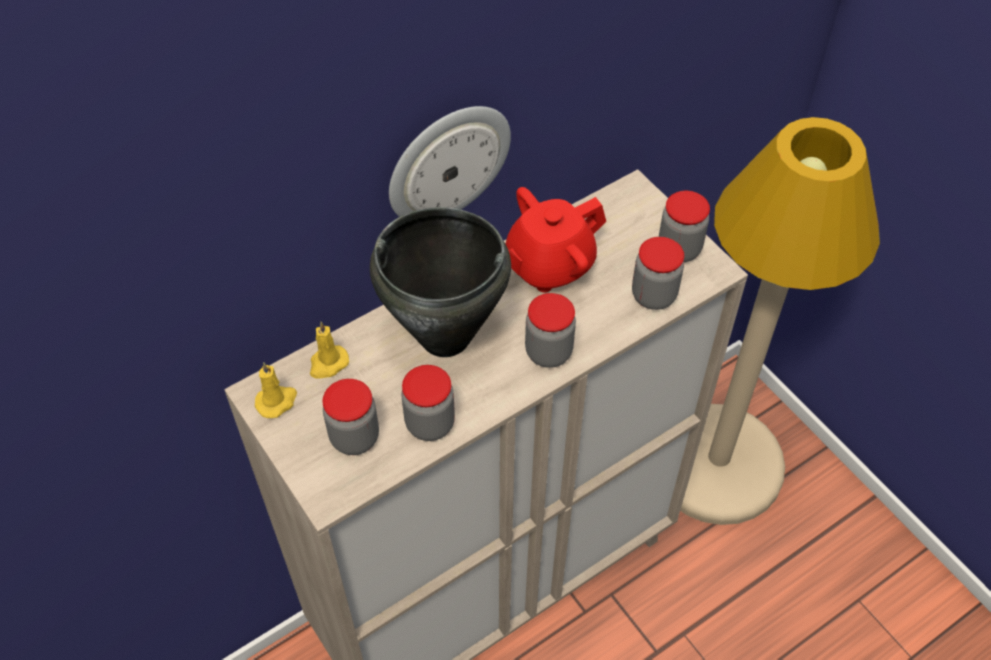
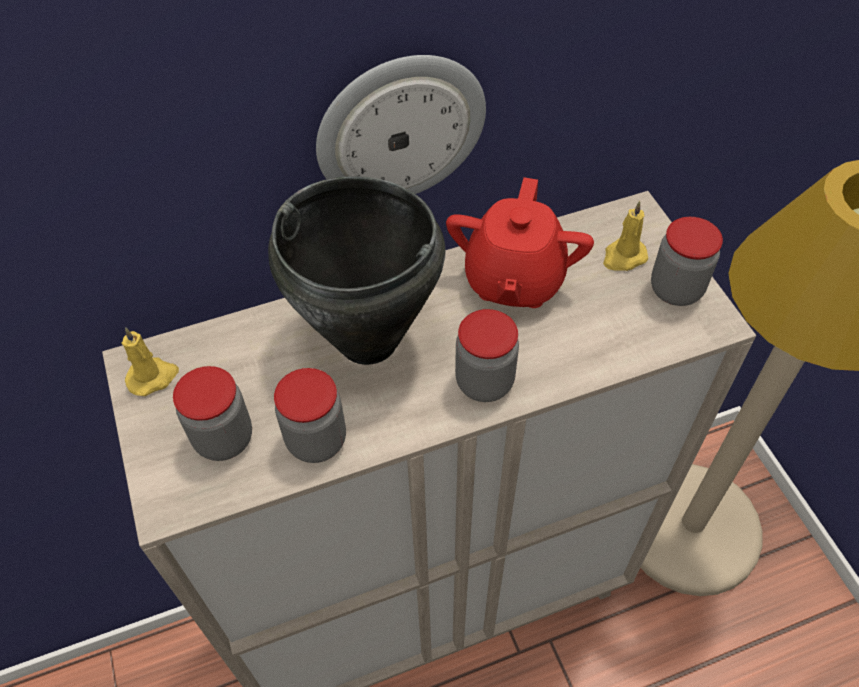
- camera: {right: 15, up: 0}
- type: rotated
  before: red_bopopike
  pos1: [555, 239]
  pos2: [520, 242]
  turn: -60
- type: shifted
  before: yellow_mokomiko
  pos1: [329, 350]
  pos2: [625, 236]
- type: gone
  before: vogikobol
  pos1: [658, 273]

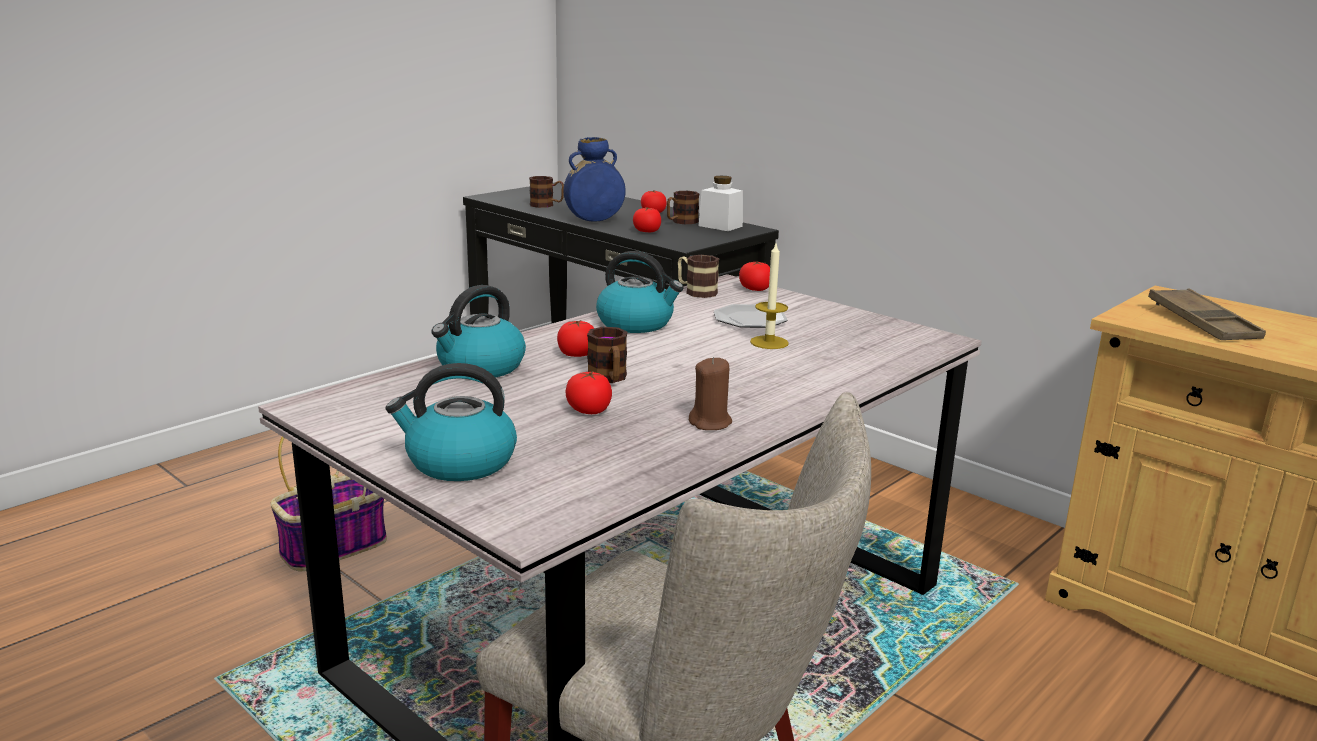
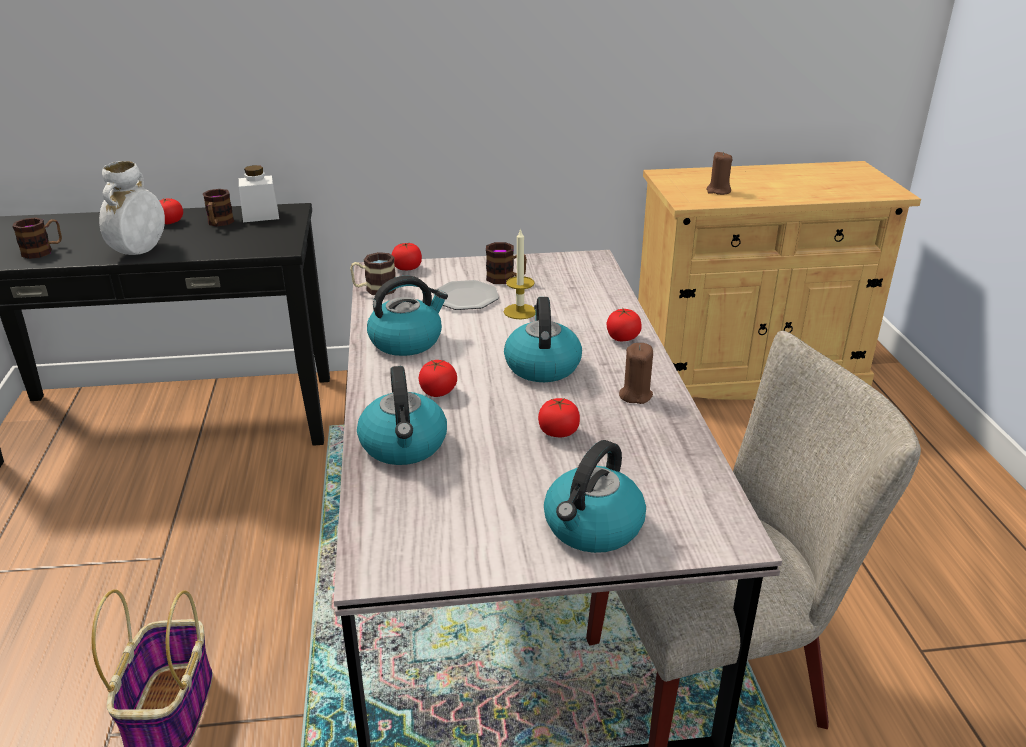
- camera: {right: -50, up: 10}
- type: repainted
  before: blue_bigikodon
  after: white_bigikodon
  pos1: [594, 179]
  pos2: [132, 208]
- type: shifted
  before: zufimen
  pos1: [607, 355]
  pos2: [506, 263]
- type: new
  after: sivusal
  pos2: [543, 339]
- type: shifted
  before: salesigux
  pos1: [647, 219]
  pos2: [624, 325]
- type: swapped
  before: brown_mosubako
  after: brown_mokomiko
  pos1: [1207, 314]
  pos2: [719, 173]

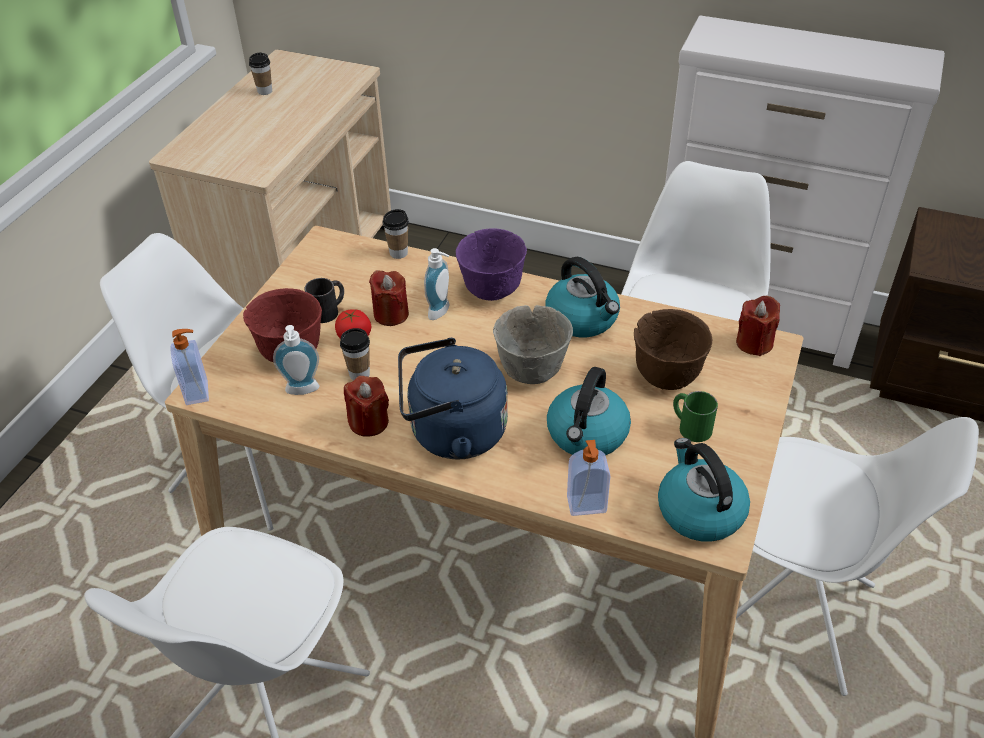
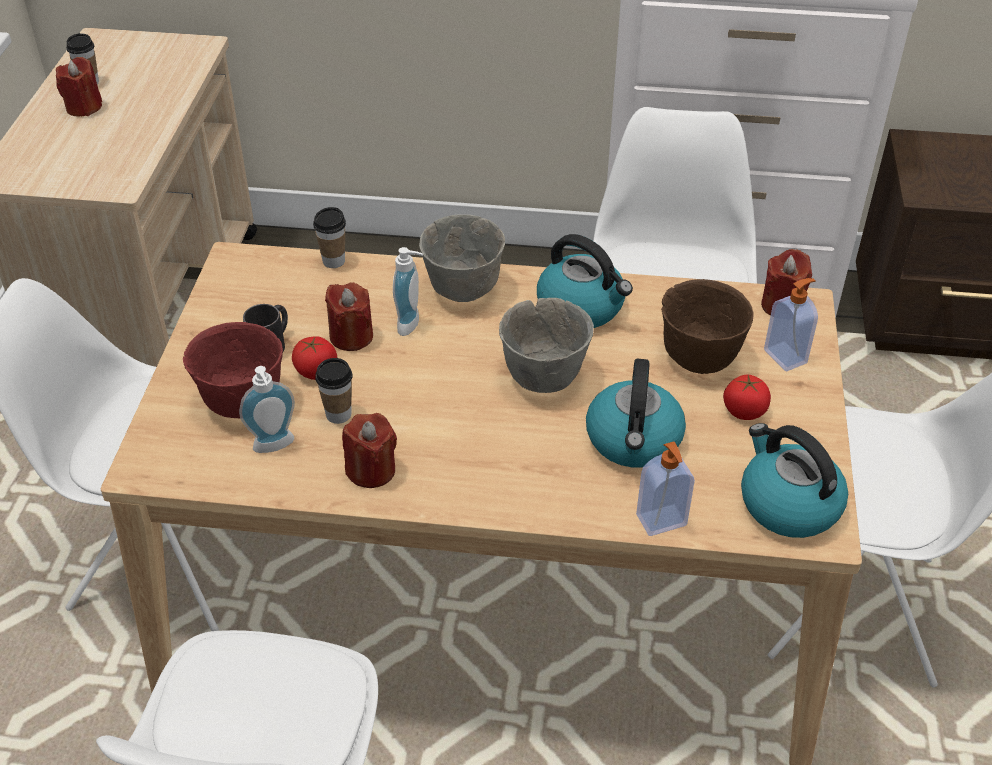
- camera: {right: -15, up: 0}
- type: new
  after: red_mokomiko
  pos2: [79, 86]
- type: repainted
  before: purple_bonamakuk
  after: grey_bonamakuk
  pos1: [491, 264]
  pos2: [462, 258]
- type: swapped
  before: green_zufimen
  after: salesigux
  pos1: [695, 416]
  pos2: [747, 397]
- type: shifted
  before: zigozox
  pos1: [190, 367]
  pos2: [791, 324]
- type: gone
  before: blue_sivusal
  pos1: [453, 398]

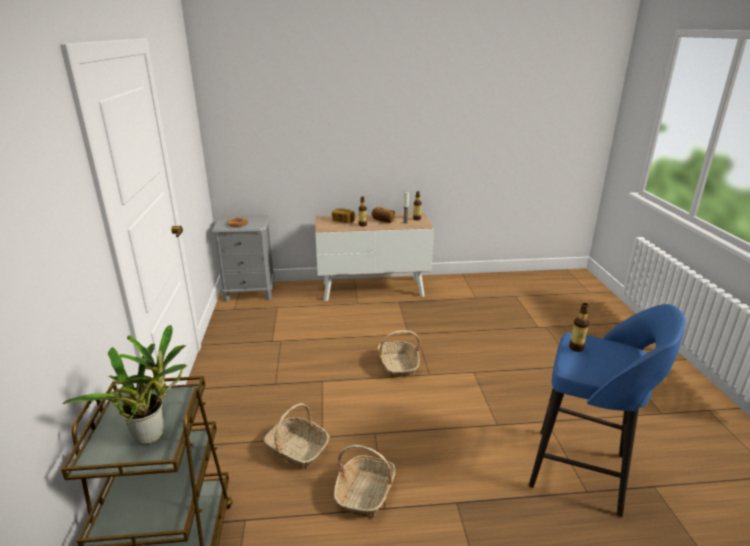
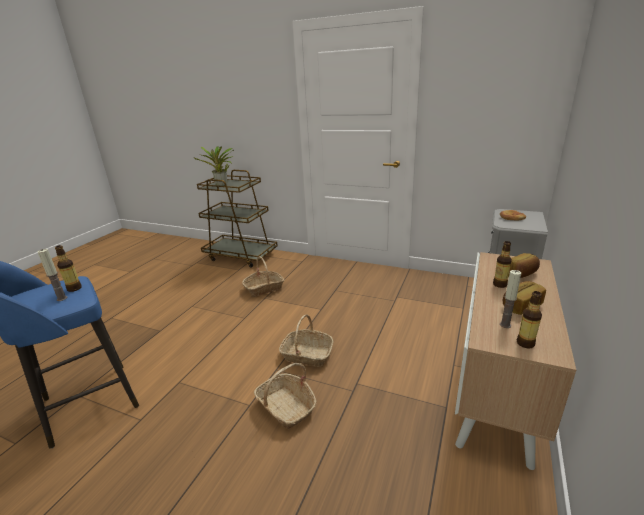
- camera: {right: 120, up: 0}
- type: new
  after: mokomiko
  pos2: [52, 275]
- type: shifted
  before: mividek
  pos1: [365, 482]
  pos2: [285, 396]

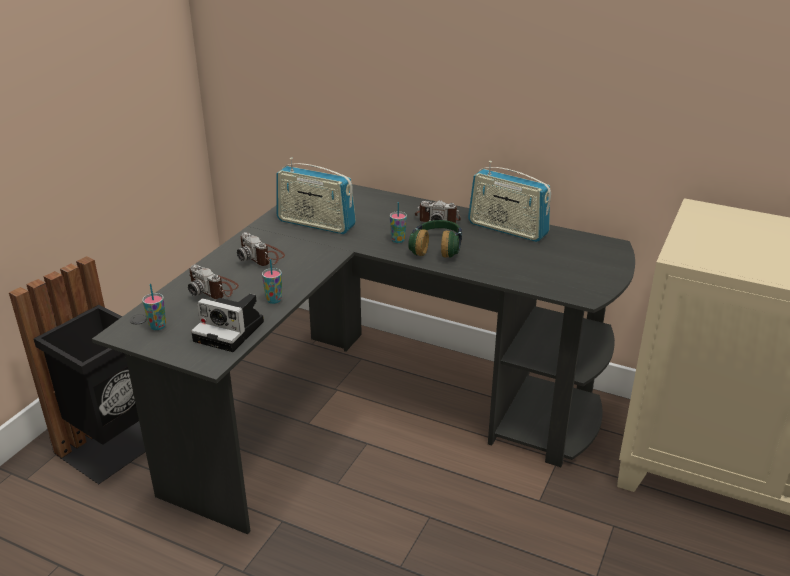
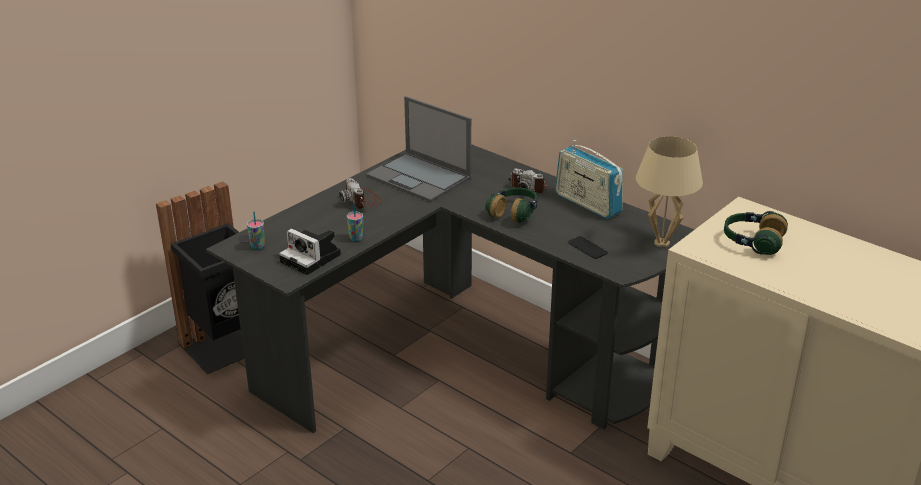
- camera: {right: 15, up: 0}
- type: swapped
  before: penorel
  after: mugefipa
  pos1: [316, 195]
  pos2: [418, 149]
- type: new
  after: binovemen
  pos2: [588, 247]
- type: new
  after: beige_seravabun
  pos2: [669, 191]
- type: new
  after: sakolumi
  pos2: [756, 233]
- type: gone
  before: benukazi
  pos1: [213, 282]
- type: gone
  before: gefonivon
  pos1: [398, 222]

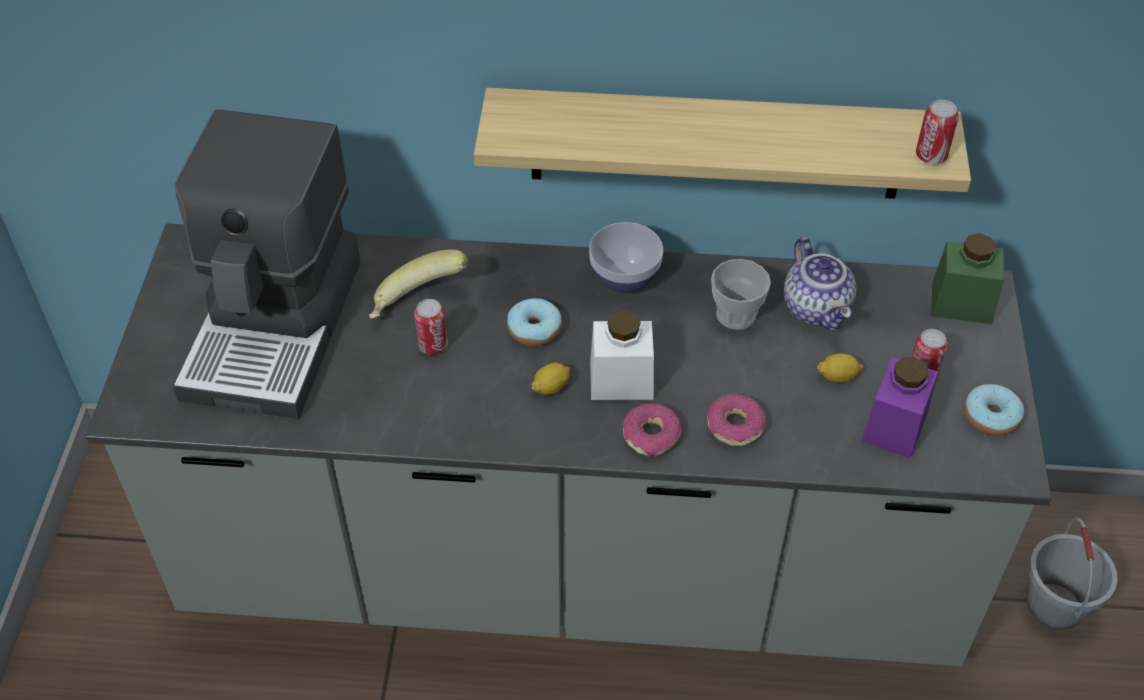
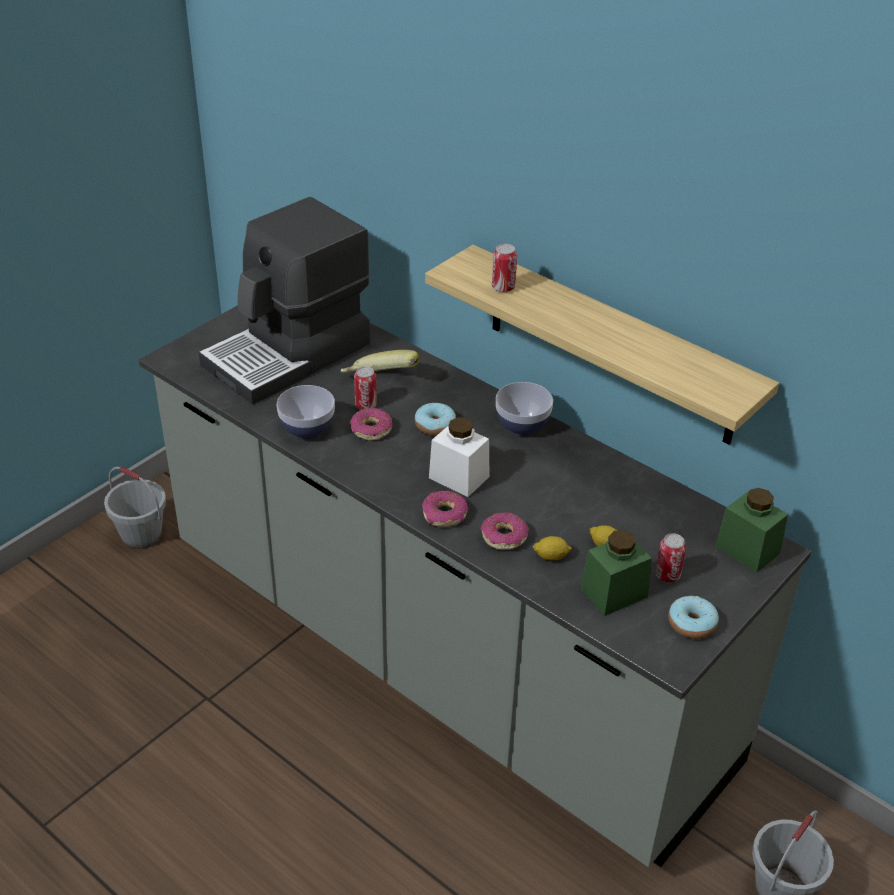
- camera: {right: 35, up: -10}
- type: new
  after: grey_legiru
  pos2: [135, 508]
- type: new
  after: bonamakuk
  pos2: [306, 412]
- type: new
  after: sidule
  pos2: [371, 424]
- type: shifted
  before: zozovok
  pos1: [937, 132]
  pos2: [504, 268]
- type: shifted
  before: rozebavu
  pos1: [551, 379]
  pos2: [552, 548]
- type: repainted
  before: purple_vogikobol
  after: green_vogikobol
  pos1: [899, 408]
  pos2: [616, 573]
- type: gone
  before: gefonivon
  pos1: [741, 294]
- type: gone
  before: bopopike
  pos1: [820, 283]

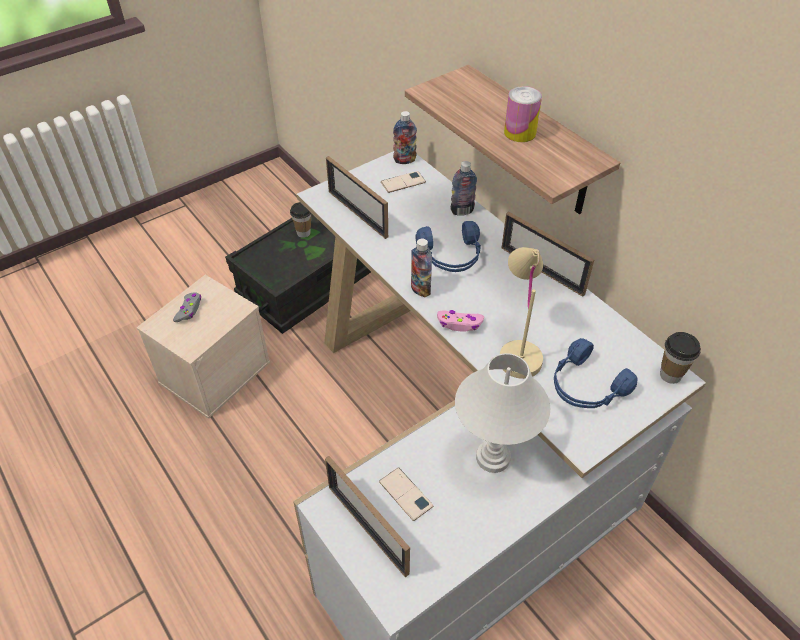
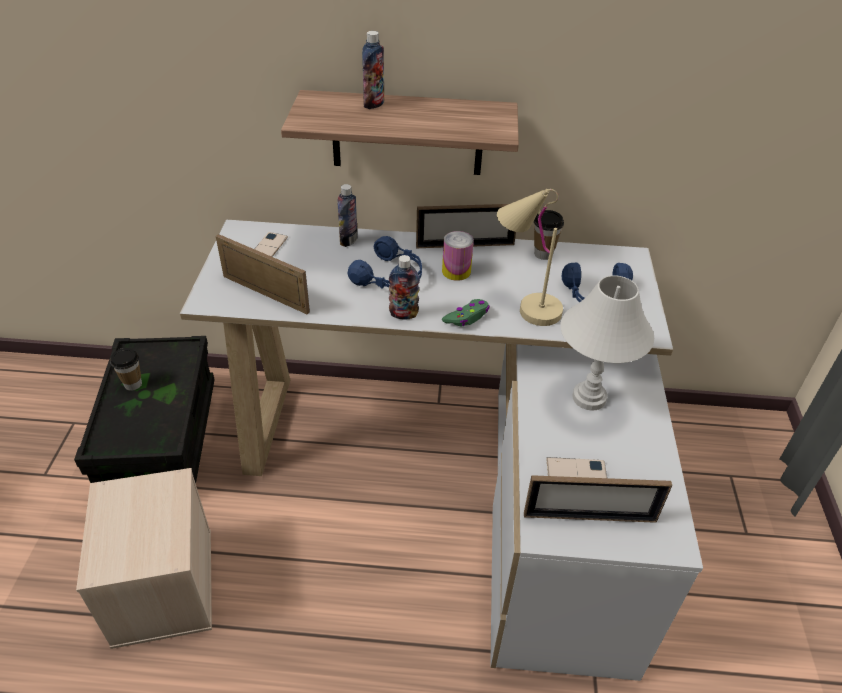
- camera: {right: -50, up: -5}
- type: rotated
  before: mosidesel
  pos1: [357, 197]
  pos2: [263, 274]
  turn: -150
- type: shifted
  before: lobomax
  pos1: [405, 137]
  pos2: [373, 70]
- type: shifted
  before: zozovok
  pos1: [523, 114]
  pos2: [458, 256]
- type: repainted
  before: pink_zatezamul
  after: green_zatezamul
  pos1: [460, 321]
  pos2: [466, 312]
- type: shifted
  before: gefonivon
  pos1: [680, 358]
  pos2: [549, 235]
- type: gone
  before: grey_zatezamul
  pos1: [187, 307]

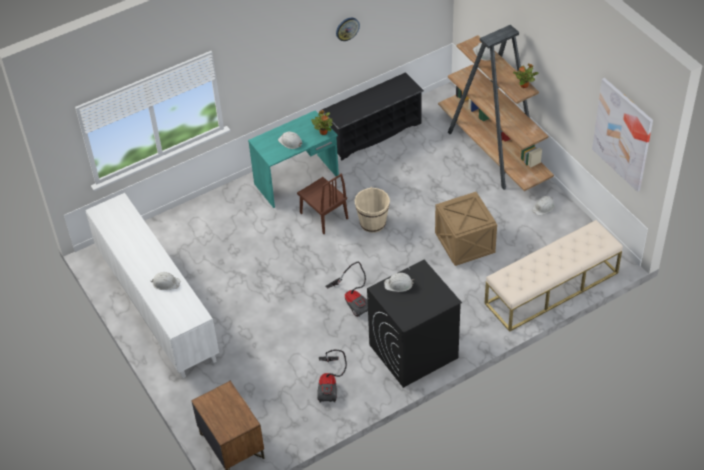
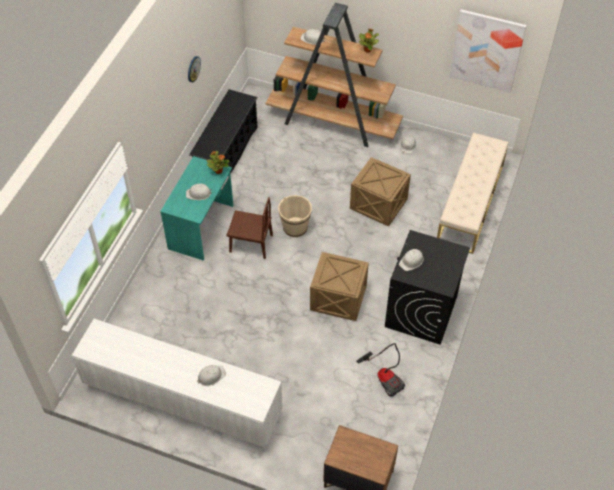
- camera: {right: -40, up: 5}
- type: swapped
  before: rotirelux
  after: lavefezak
  pos1: [346, 289]
  pos2: [339, 286]

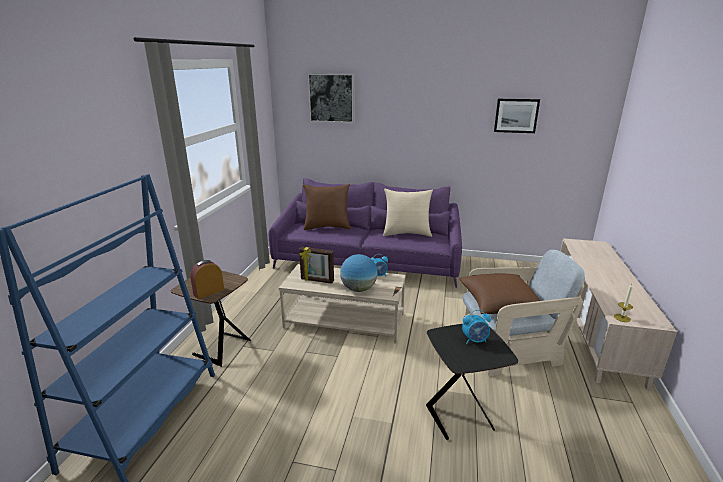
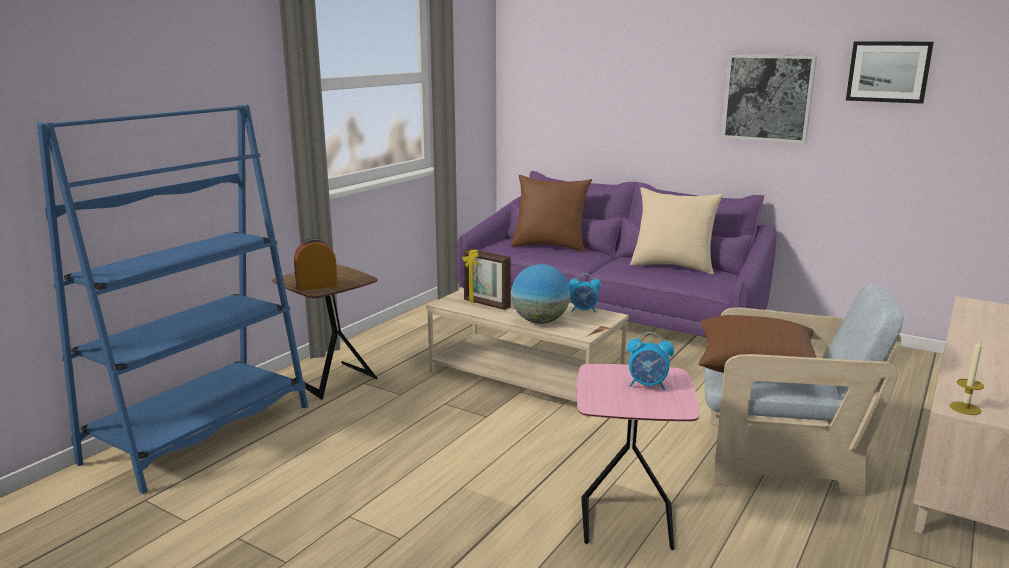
- camera: {right: 20, up: -5}
- type: repainted
  before: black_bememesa
  after: pink_bememesa
  pos1: [472, 382]
  pos2: [637, 457]
- type: shifted
  before: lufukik
  pos1: [331, 98]
  pos2: [769, 98]

